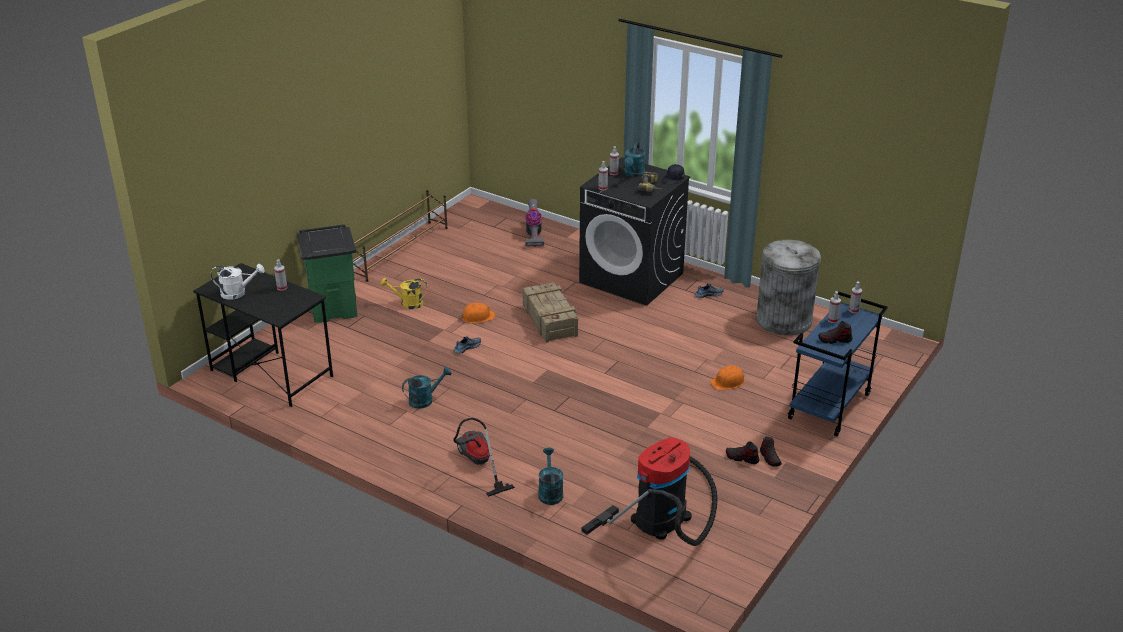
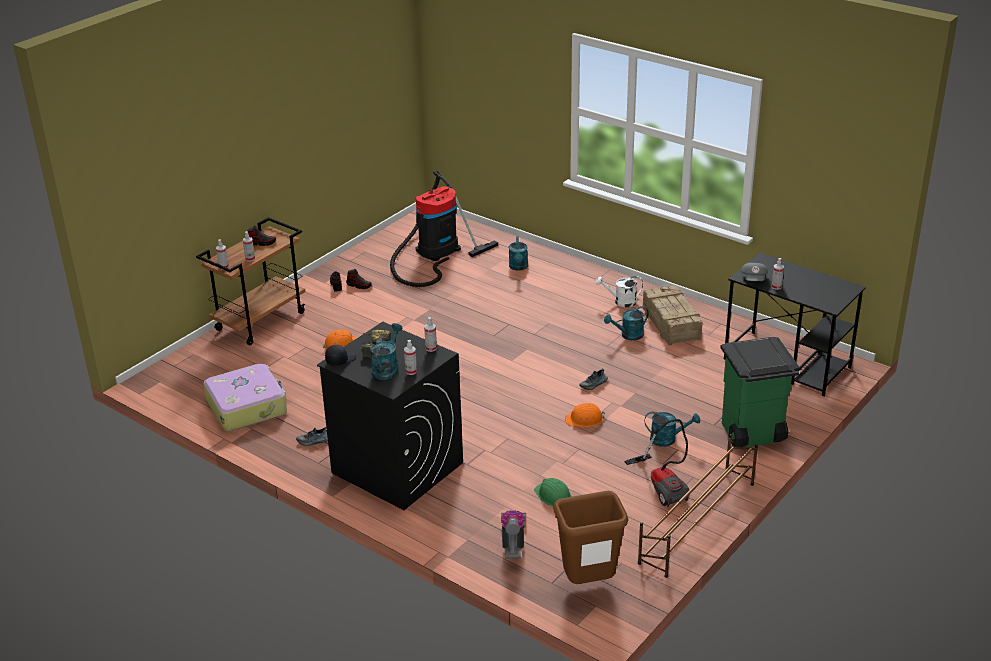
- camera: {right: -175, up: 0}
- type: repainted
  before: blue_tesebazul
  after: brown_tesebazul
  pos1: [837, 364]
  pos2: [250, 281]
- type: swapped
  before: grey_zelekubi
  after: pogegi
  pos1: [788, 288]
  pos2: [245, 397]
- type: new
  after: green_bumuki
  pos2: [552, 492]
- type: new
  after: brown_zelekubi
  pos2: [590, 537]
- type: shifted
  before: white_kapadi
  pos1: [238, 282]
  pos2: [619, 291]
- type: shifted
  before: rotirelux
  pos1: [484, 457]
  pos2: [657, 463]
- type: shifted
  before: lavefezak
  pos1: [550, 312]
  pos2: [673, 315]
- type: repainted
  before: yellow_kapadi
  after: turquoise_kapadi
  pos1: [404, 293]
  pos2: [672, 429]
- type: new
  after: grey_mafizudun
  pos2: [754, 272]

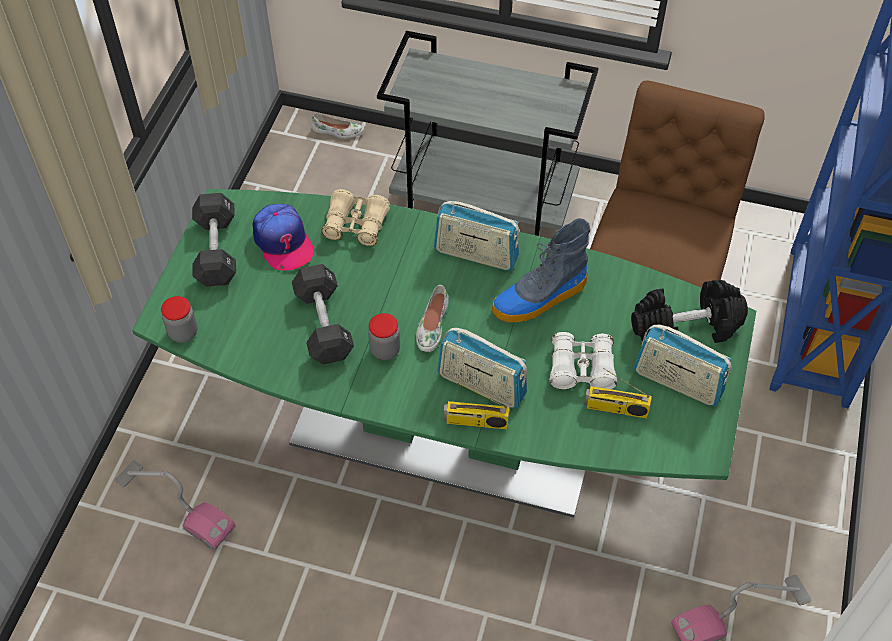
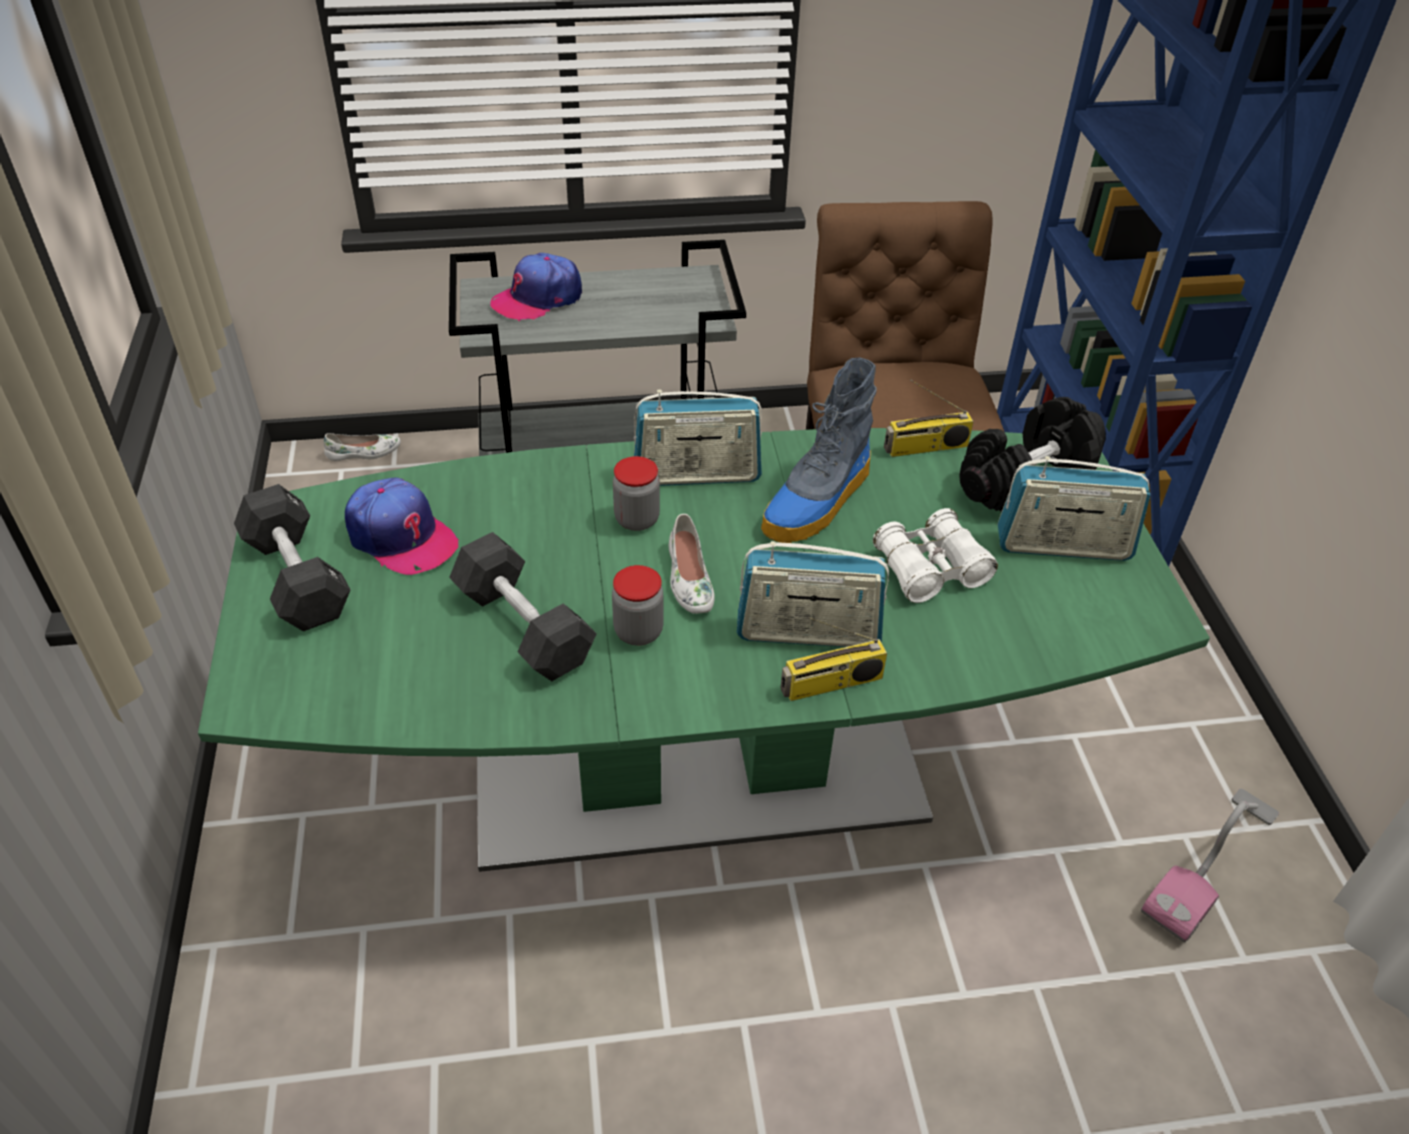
- camera: {right: -25, up: -10}
- type: new
  after: mafizudun
  pos2: [536, 287]
- type: shifted
  before: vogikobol
  pos1: [179, 319]
  pos2: [636, 493]
- type: shifted
  before: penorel
  pos1: [618, 393]
  pos2: [929, 418]
- type: gone
  before: rotirelux
  pos1: [175, 505]
- type: gone
  before: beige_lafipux
  pos1: [355, 217]

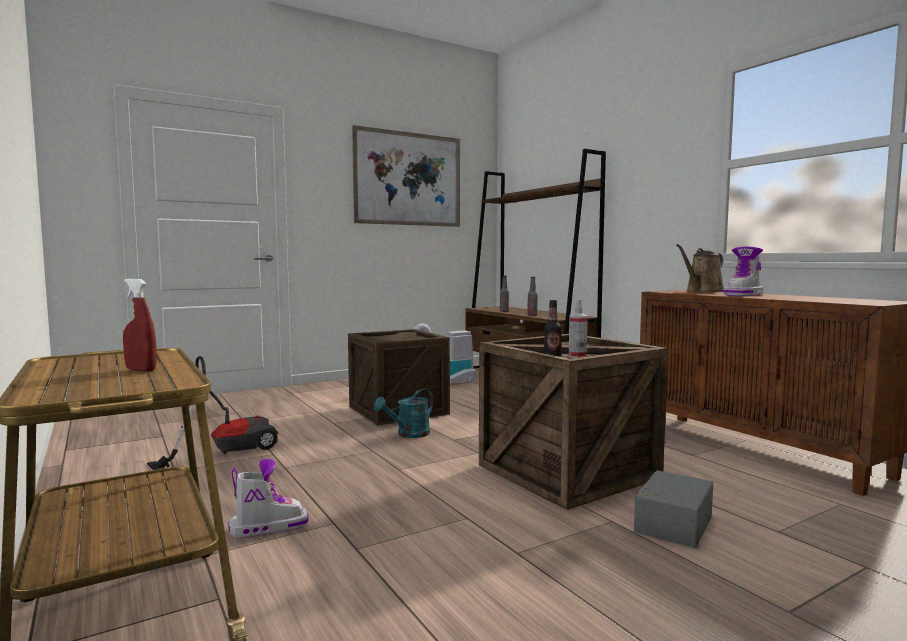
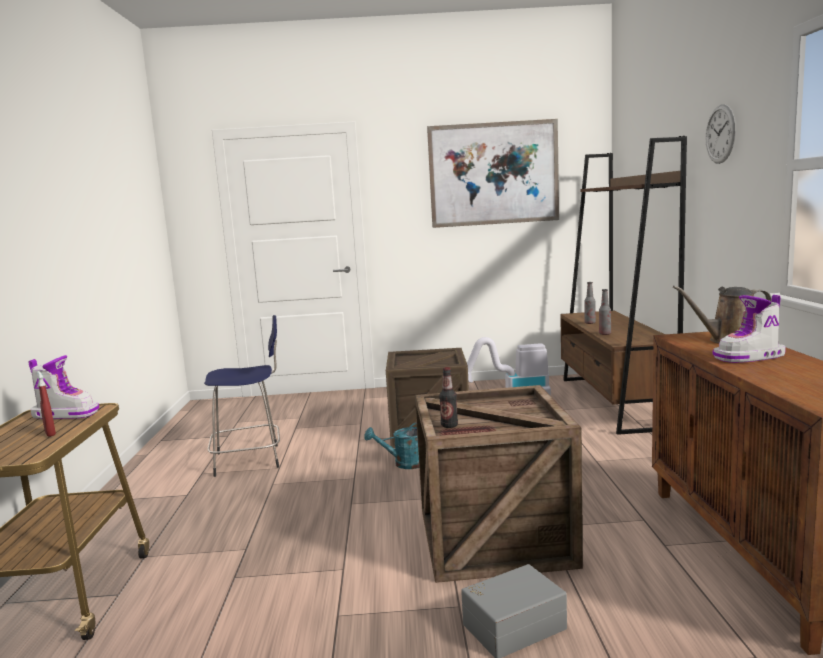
- camera: {right: 30, up: 5}
- type: shifted
  before: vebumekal
  pos1: [268, 498]
  pos2: [64, 387]
- type: swapped
  before: rotirelux
  after: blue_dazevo
  pos1: [212, 413]
  pos2: [242, 396]
- type: new
  after: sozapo
  pos2: [721, 134]
- type: gone
  before: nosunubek
  pos1: [578, 329]

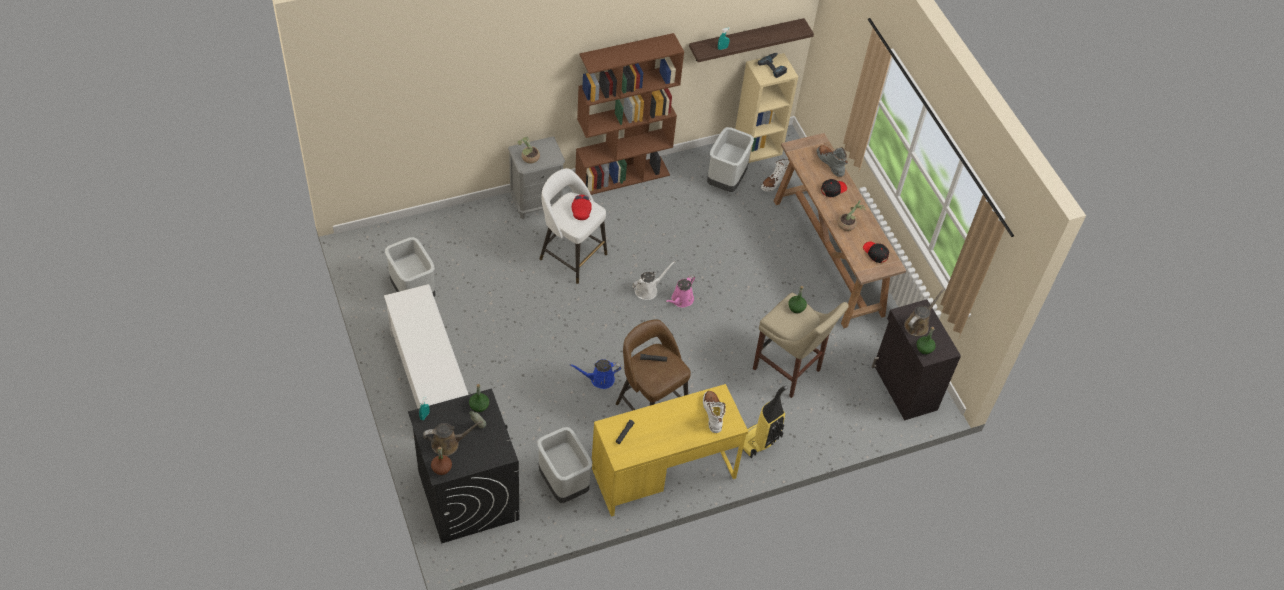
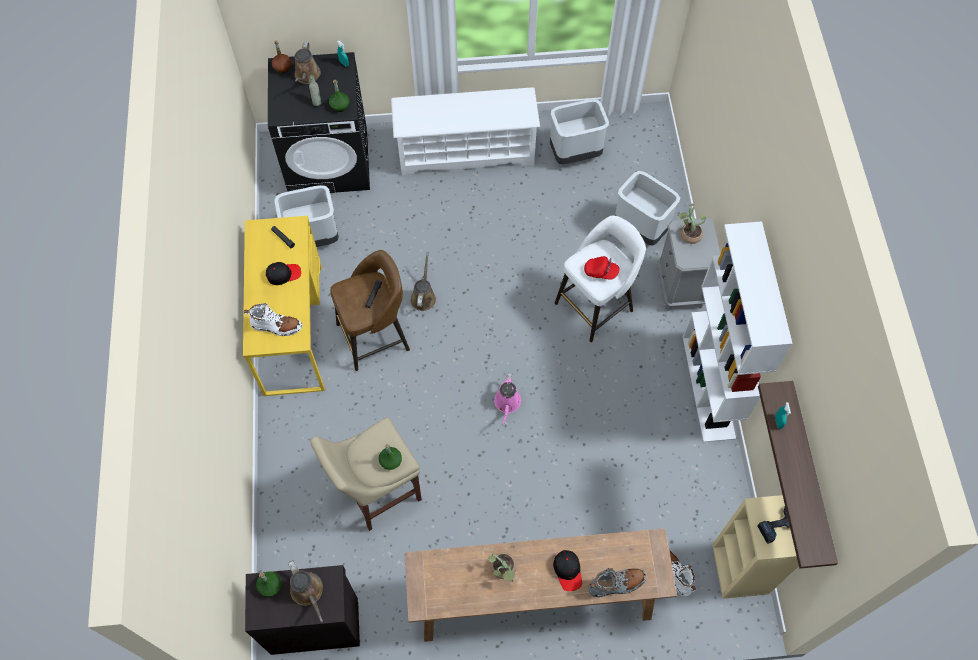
- camera: {right: 110, up: 10}
- type: shifted
  before: black_mafizudun
  pos1: [876, 252]
  pos2: [283, 273]
- type: repainted
  before: blue_kapadi
  after: brown_kapadi
  pos1: [595, 374]
  pos2: [423, 281]
- type: rotated
  before: pink_kapadi
  pos1: [680, 291]
  pos2: [507, 398]
  turn: -135
- type: shifted
  before: grey_zelekubi
  pos1: [730, 159]
  pos2: [647, 208]
- type: repainted
  before: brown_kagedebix
  after: white_kagedebix
  pos1: [629, 114]
  pos2: [738, 331]
- type: gone
  before: white_kapadi
  pos1: [653, 280]
- type: gone
  before: rotirelux
  pos1: [765, 421]

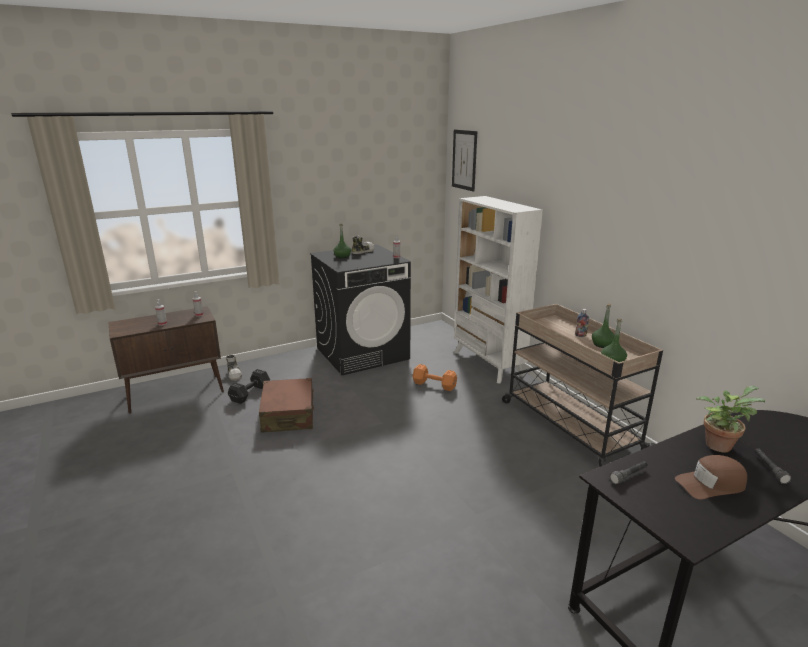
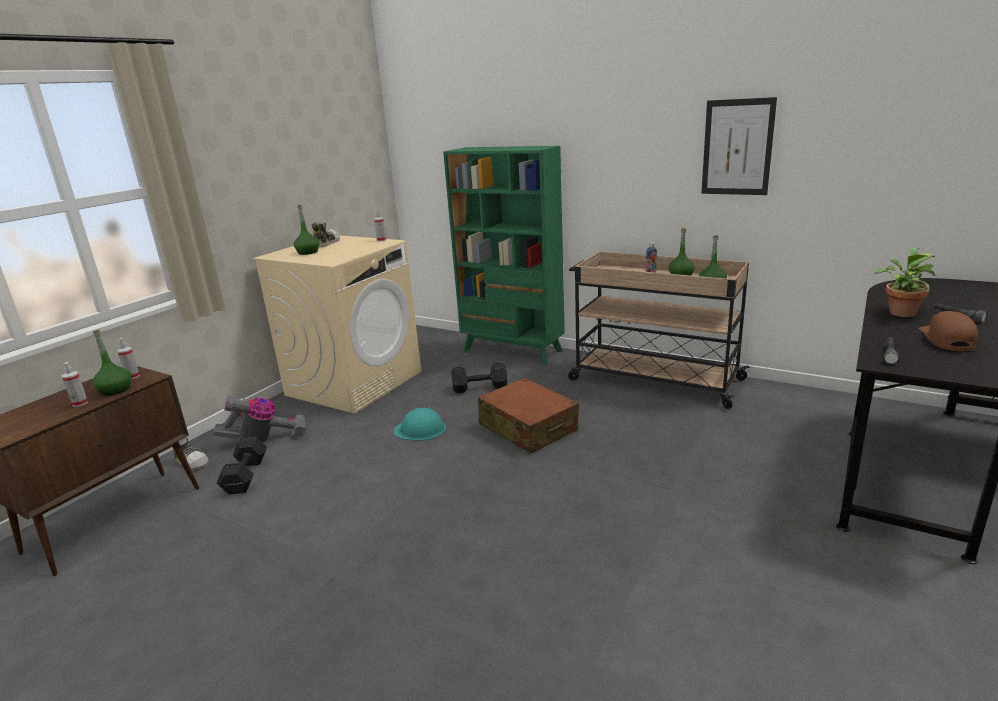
- camera: {right: -30, up: 0}
- type: new
  after: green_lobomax
  pos2: [112, 362]
- type: new
  after: rotirelux
  pos2: [259, 419]
- type: repainted
  before: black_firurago
  after: beige_firurago
  pos1: [360, 310]
  pos2: [337, 324]
- type: new
  after: turquoise_bumuki
  pos2: [420, 424]
- type: repainted
  before: white_kagedebix
  after: green_kagedebix
  pos1: [498, 290]
  pos2: [504, 255]
- type: repainted
  before: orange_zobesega
  after: black_zobesega
  pos1: [434, 377]
  pos2: [479, 378]
- type: shifted
  before: brown_pogegi
  pos1: [287, 405]
  pos2: [528, 415]
- type: shifted
  before: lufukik
  pos1: [464, 161]
  pos2: [739, 146]
- type: rotated
  before: brown_mafizudun
  pos1: [711, 477]
  pos2: [948, 331]
  turn: 150

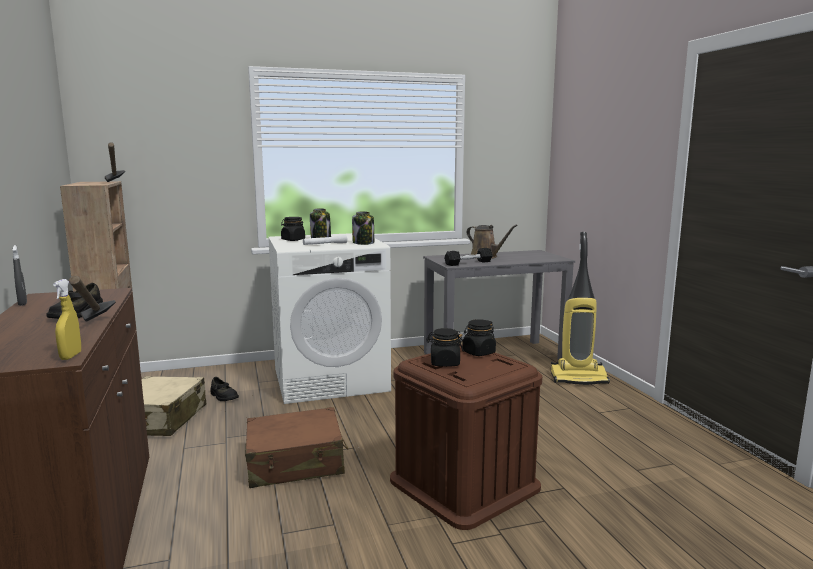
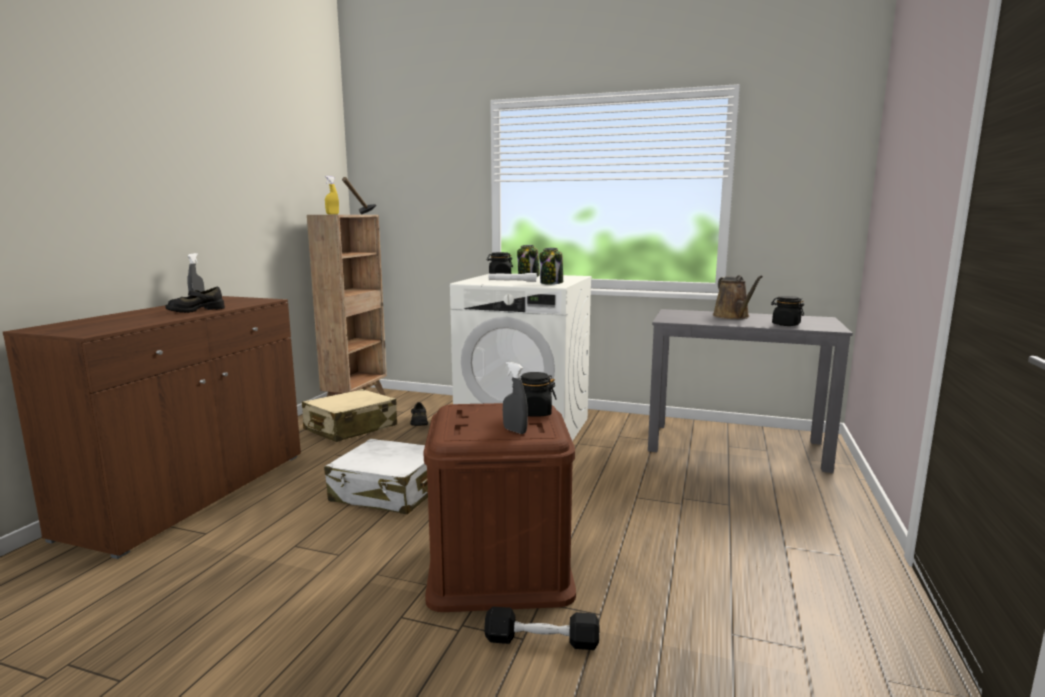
- camera: {right: 35, up: 0}
- type: repainted
  before: brown_pogegi
  after: white_pogegi
  pos1: [296, 447]
  pos2: [376, 476]
- type: shifted
  before: yellow_nosunubek
  pos1: [67, 319]
  pos2: [332, 195]
- type: shifted
  before: black_zobesega
  pos1: [468, 257]
  pos2: [541, 628]
- type: new
  after: grey_nosunubek
  pos2: [515, 398]
- type: shifted
  before: black_vogikobol
  pos1: [445, 347]
  pos2: [787, 311]
- type: gone
  before: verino
  pos1: [92, 298]
- type: gone
  before: rotirelux
  pos1: [580, 308]

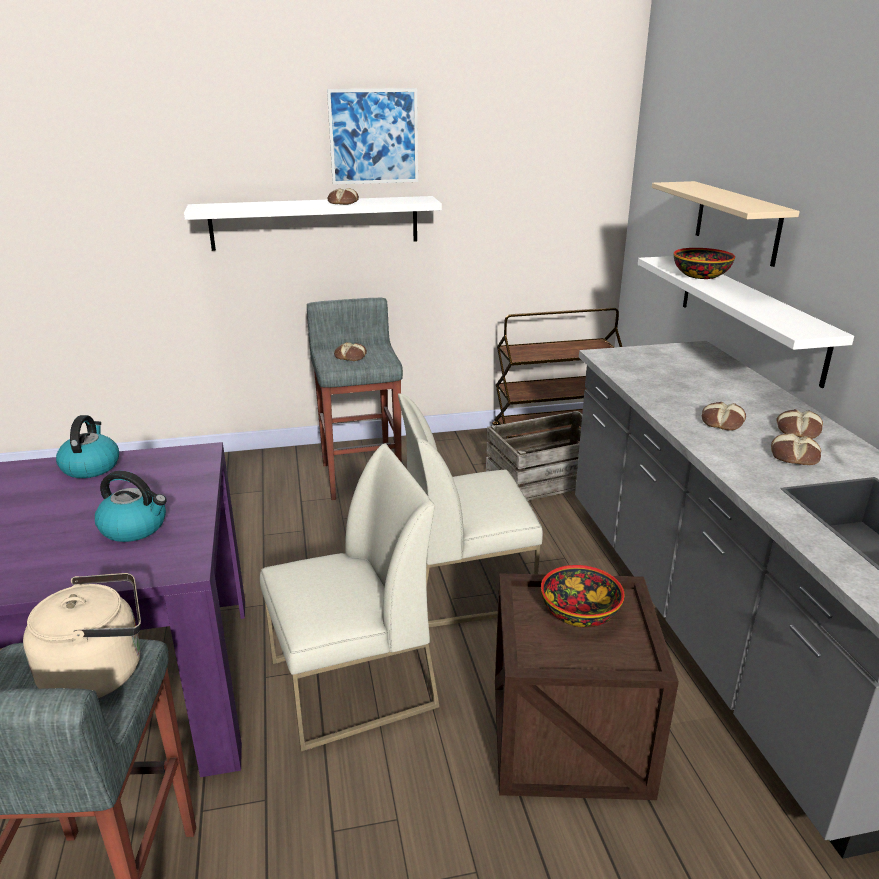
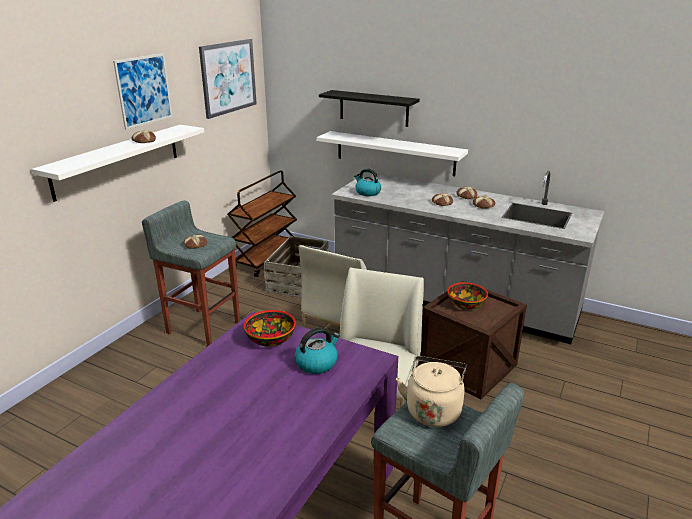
- camera: {right: -50, up: 0}
- type: new
  after: lufukik
  pos2: [228, 79]
- type: shifted
  before: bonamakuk
  pos1: [704, 263]
  pos2: [270, 328]
- type: repainted
  before: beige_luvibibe
  after: black_luvibibe
  pos1: [726, 224]
  pos2: [369, 108]
- type: shifted
  before: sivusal
  pos1: [87, 446]
  pos2: [367, 182]

